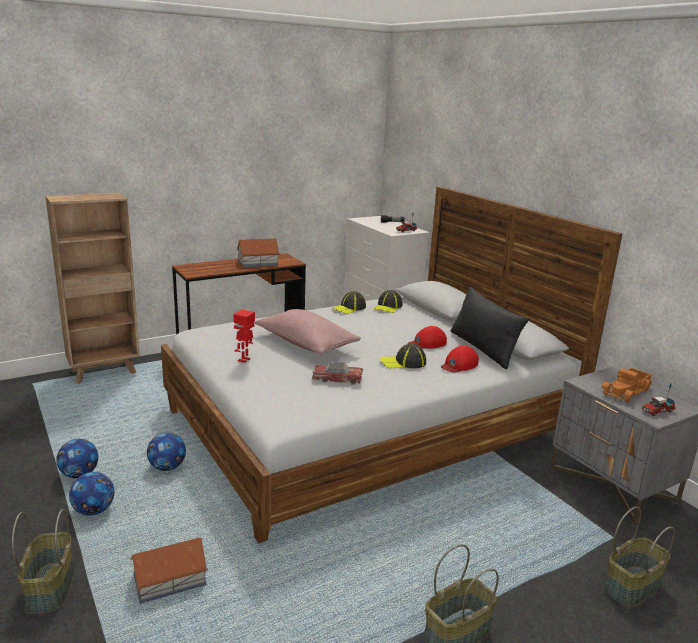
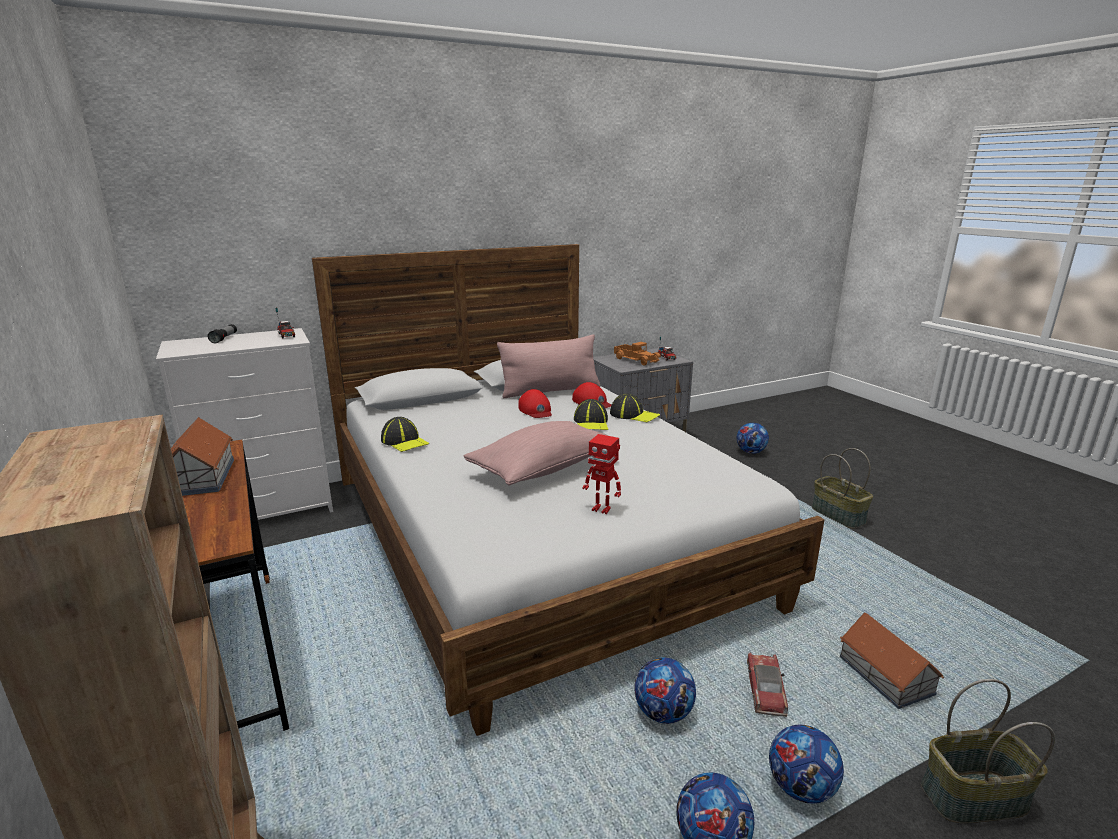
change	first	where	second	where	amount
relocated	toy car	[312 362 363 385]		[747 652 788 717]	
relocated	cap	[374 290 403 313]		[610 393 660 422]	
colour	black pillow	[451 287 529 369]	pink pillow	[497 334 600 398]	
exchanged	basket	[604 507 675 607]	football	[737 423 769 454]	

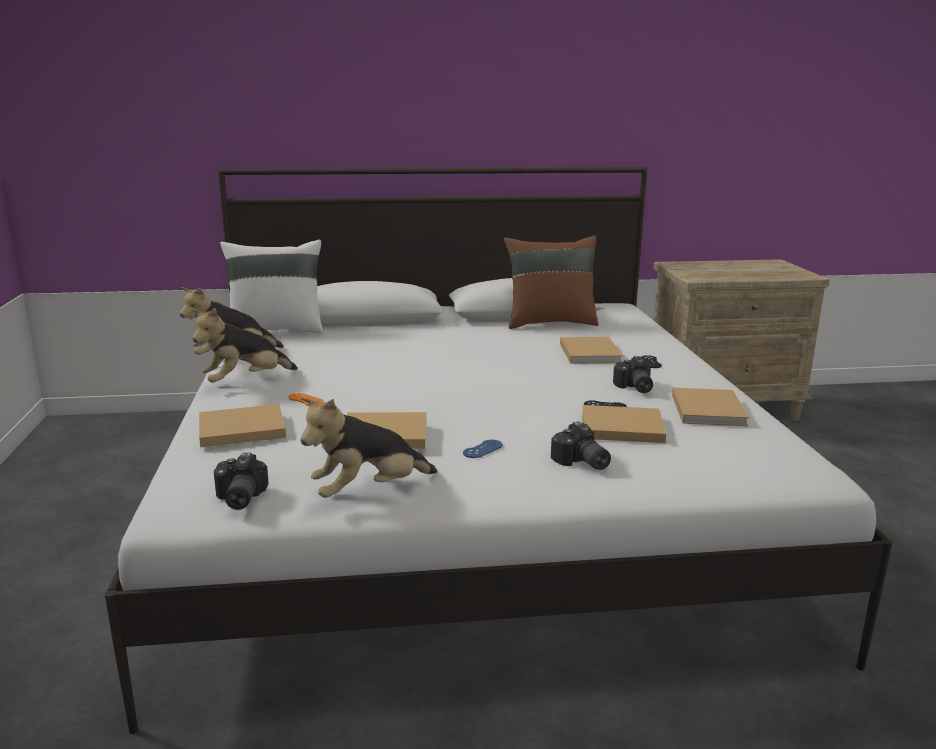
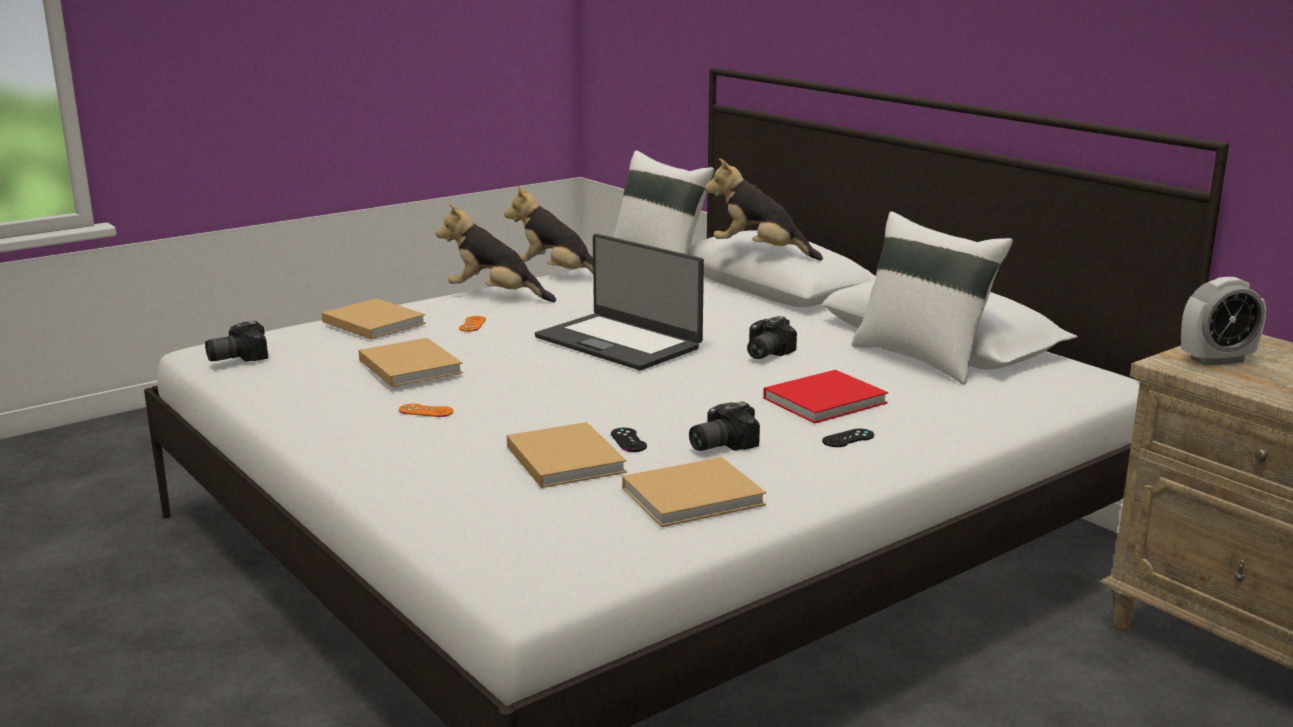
change	first	where	second	where	amount
relocated	plush toy	[300 397 437 498]		[705 158 823 261]	
colour	blue game controller	[463 440 503 458]	orange game controller	[399 404 453 417]	
colour	brown pillow	[504 236 599 329]	white pillow	[851 211 1013 385]	
relocated	photo camera	[551 421 611 470]		[747 316 797 359]	
colour	beige book	[560 337 623 364]	red book	[763 370 888 424]	
appeared			laptop	[535 234 704 370]	
appeared			alarm clock	[1181 277 1266 366]	

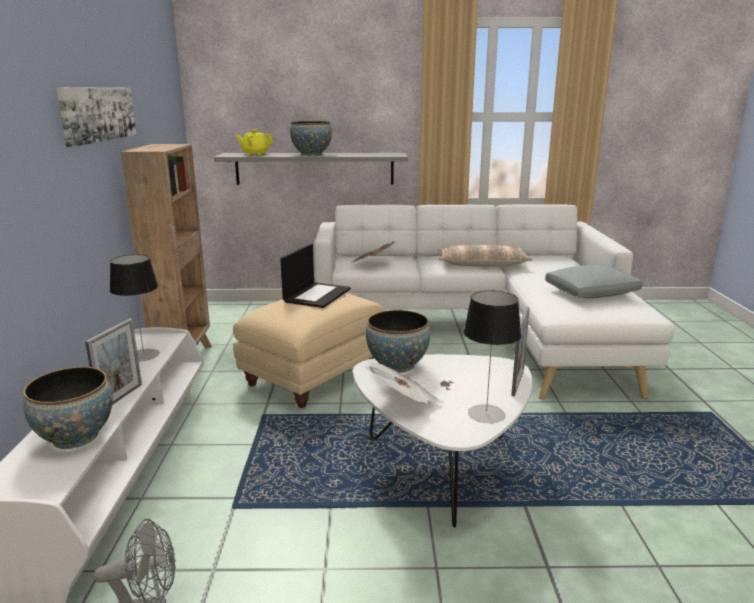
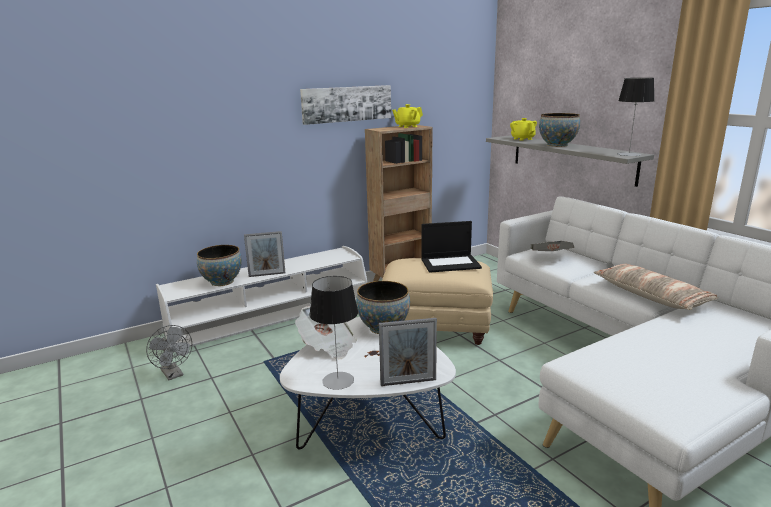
change	first	where	second	where	amount
relocated	table lamp	[110 254 160 361]		[618 78 654 156]	
missing	grey pillow	[545 265 643 298]			
appeared			yellow teapot	[392 104 423 128]	

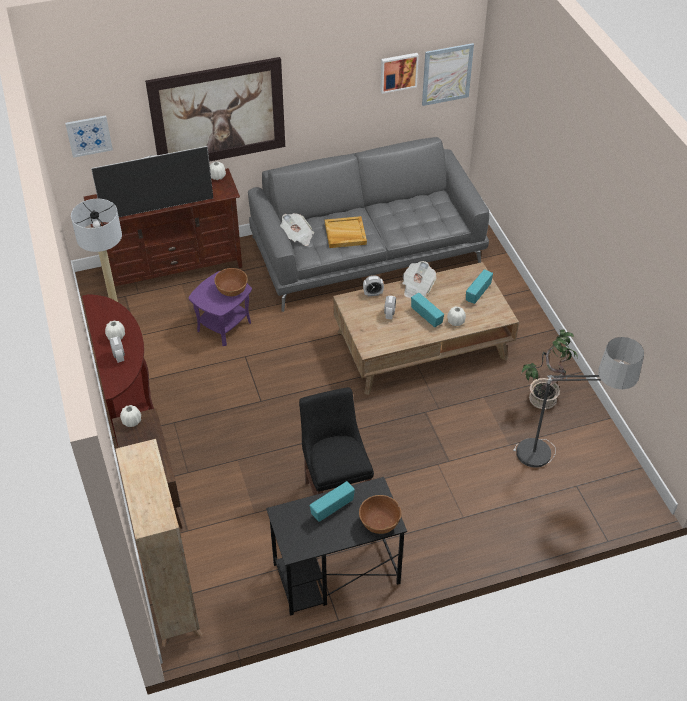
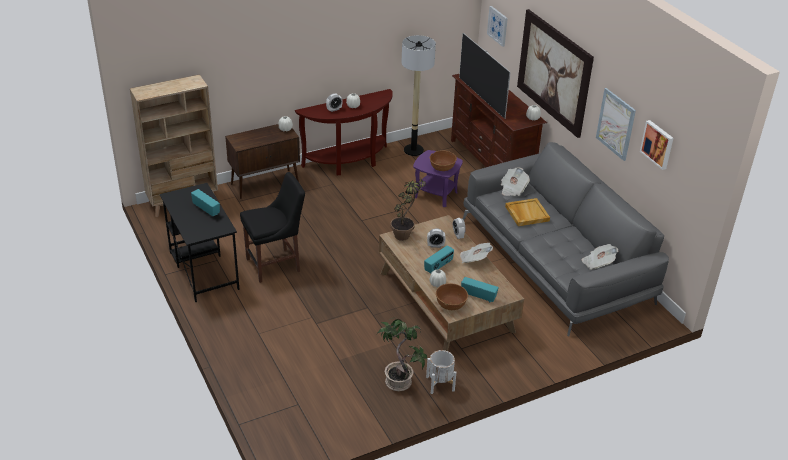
change	first	where	second	where	amount
relocated	brown bowl	[359 495 402 534]		[436 283 468 310]	
relocated	picture	[422 43 474 106]		[596 88 636 161]	
missing	floor lamp	[513 337 644 468]			
appeared			potted plant	[390 177 426 241]	
appeared			white planter	[426 350 457 394]	
appeared			newspaper	[581 244 618 270]	

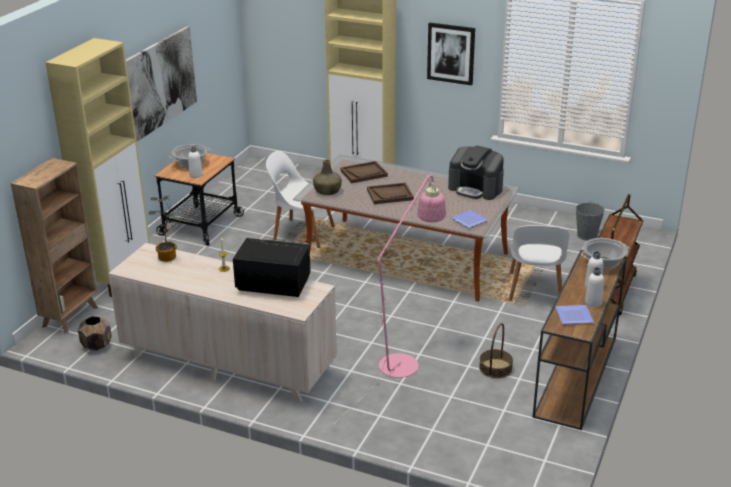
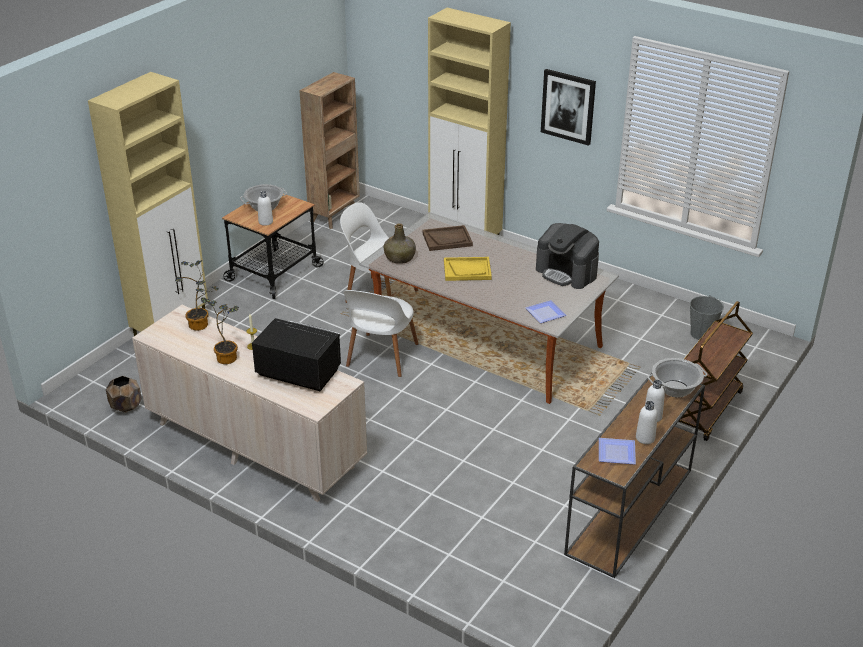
change	first	where	second	where	amount
relocated	brown bookcase	[11 158 98 334]		[299 72 360 229]	
missing	picture	[126 26 197 141]			
missing	pink floor lamp	[334 174 446 424]			
colour	brown tray	[367 182 414 204]	yellow tray	[444 257 492 281]	
missing	basket	[479 323 513 378]			
relocated	white chair	[509 225 569 301]		[344 290 419 377]	
appeared			potted plant	[201 297 239 364]	

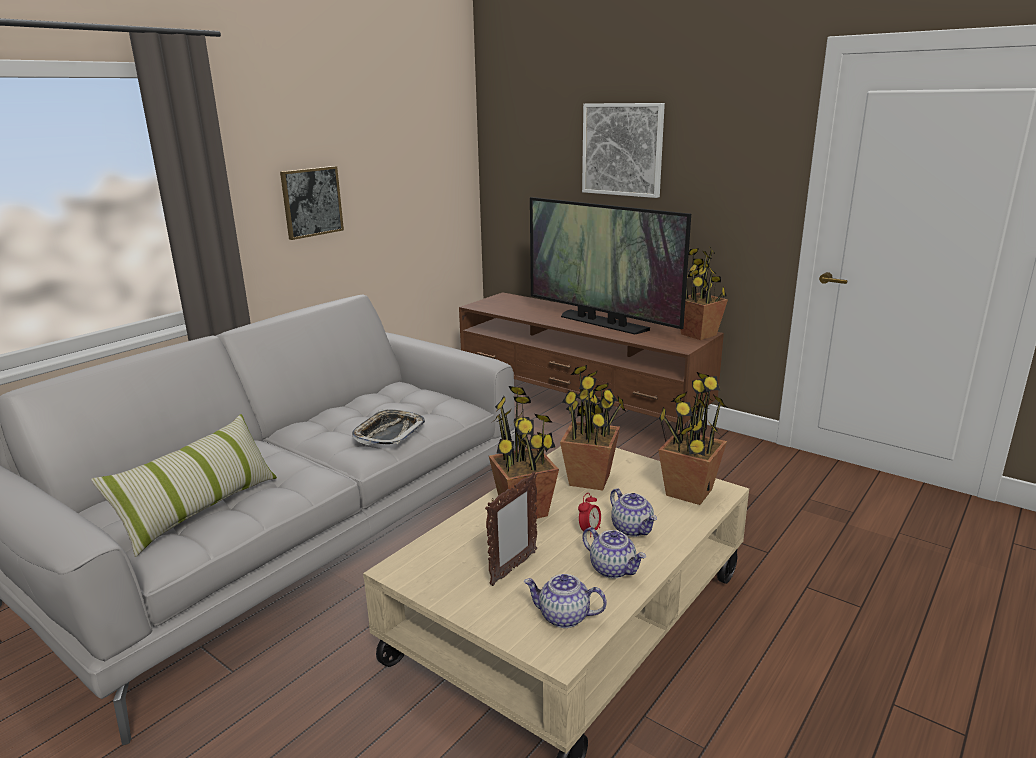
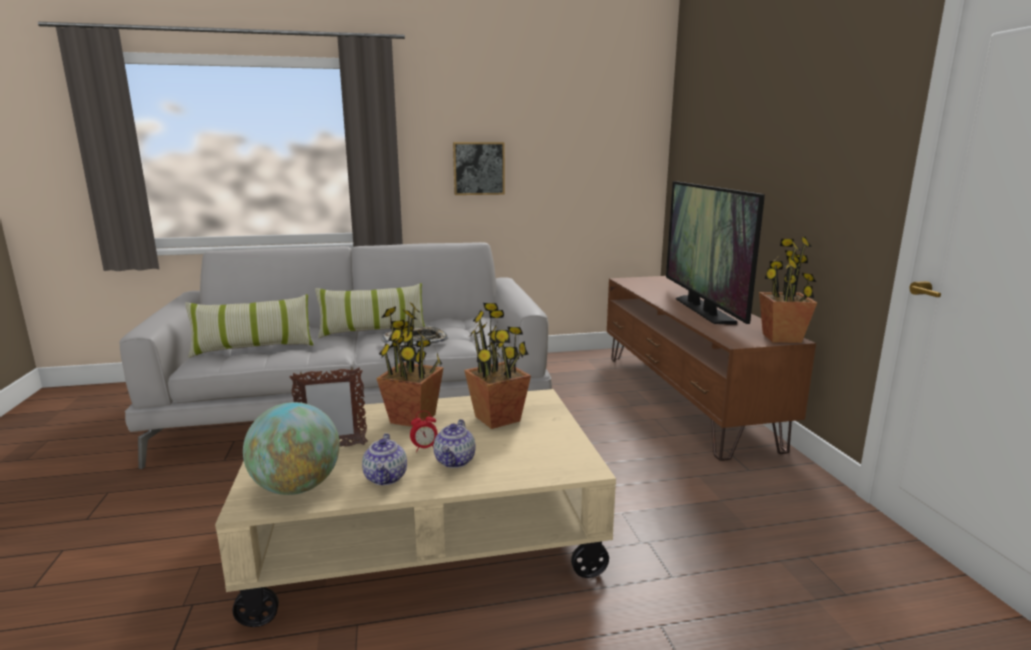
change	first	where	second	where	amount
exchanged	teapot	[523 574 607 628]	globe	[243 402 340 495]	
missing	picture	[582 103 665 198]			
missing	potted plant	[658 372 728 505]			
appeared			pillow	[315 283 425 338]	

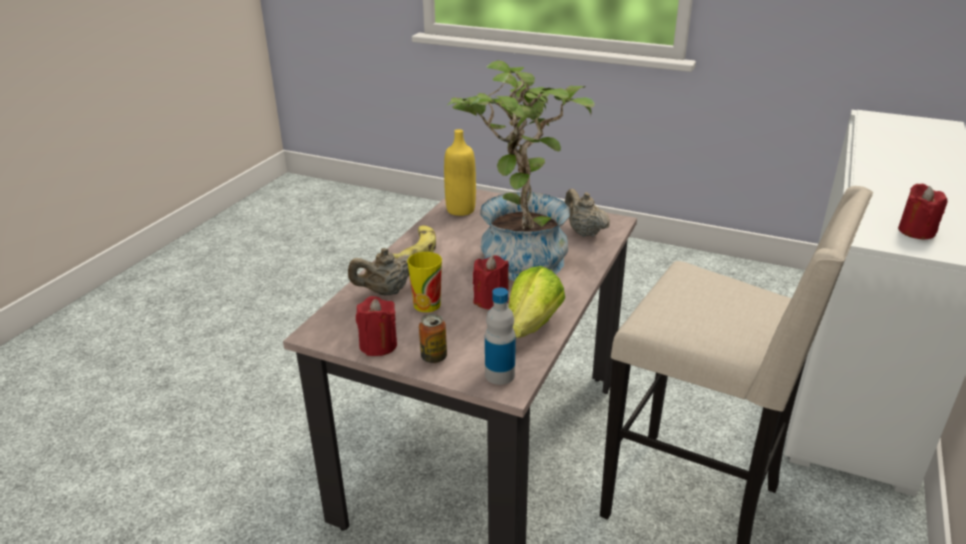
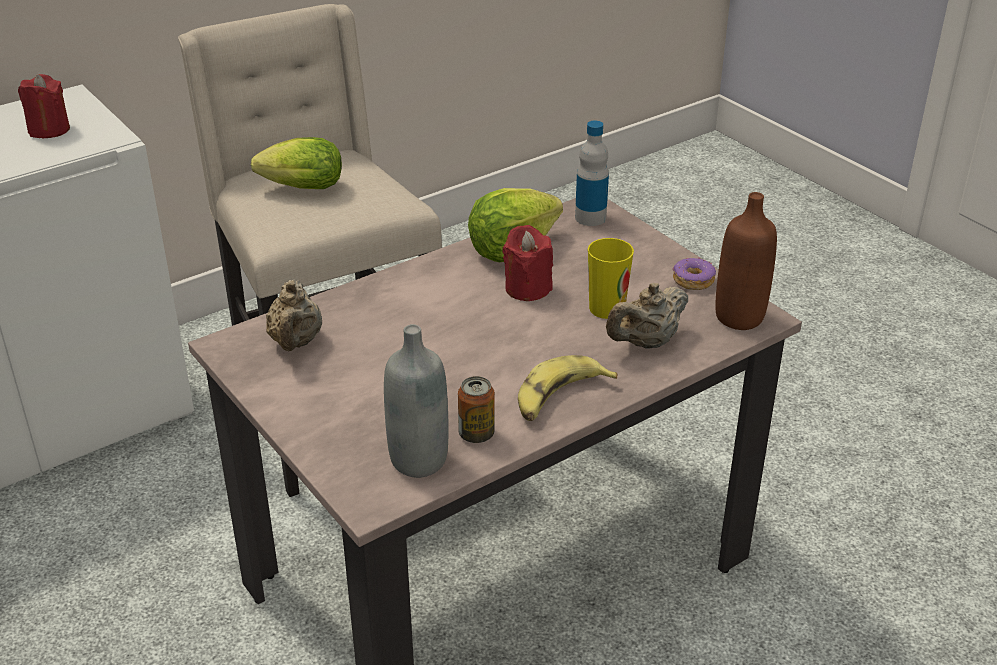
change	first	where	second	where	amount
spun	beige teapot	[348 248 411 295]		[606 283 688 349]	135 degrees clockwise
exchanged	red candle	[356 296 397 356]	donut	[673 257 716 290]	
relocated	can	[419 314 447 363]		[458 376 495 443]	
missing	potted plant	[444 60 595 281]			
colour	yellow bottle	[444 129 476 216]	grey bottle	[384 324 448 478]	
appeared			lettuce	[251 137 342 189]	
appeared			brown bottle	[715 192 777 330]	

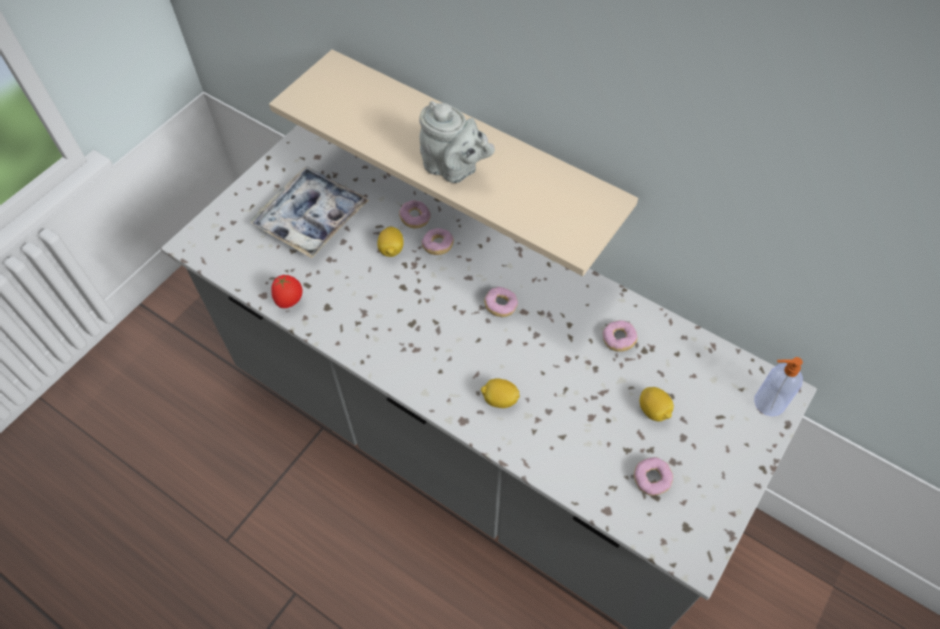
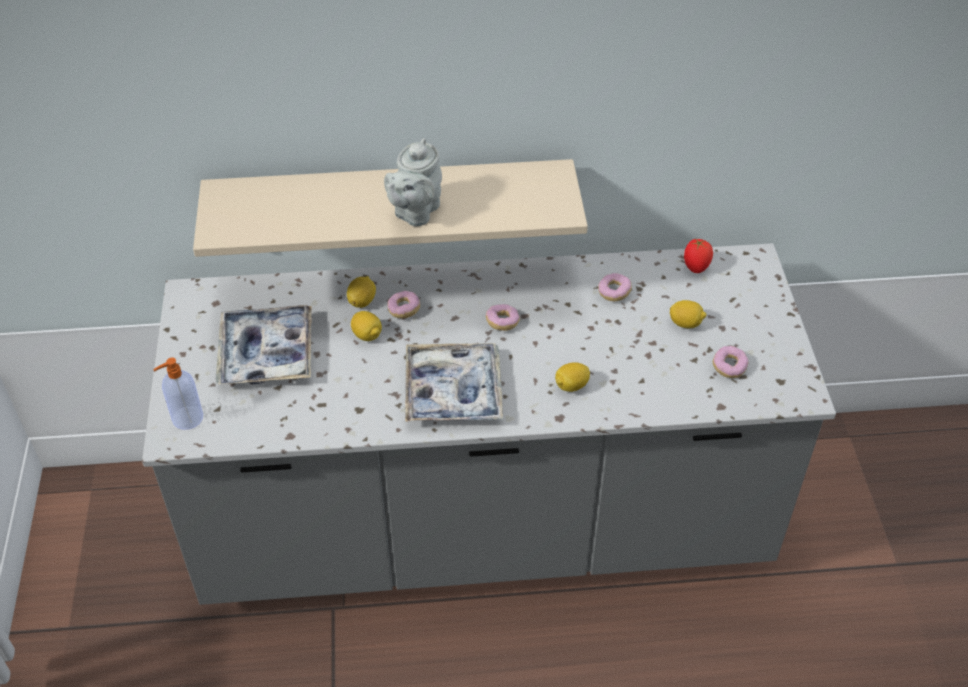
change	first	where	second	where	amount
relocated	tomato	[271 275 302 308]		[684 238 713 273]	
exchanged	donut	[399 200 431 229]	lemon	[347 276 376 308]	
spun	grey teapot	[419 101 495 183]		[384 138 442 226]	120 degrees clockwise
relocated	soap dispenser	[754 357 803 416]		[153 358 203 430]	
appeared			tray	[405 343 503 422]	

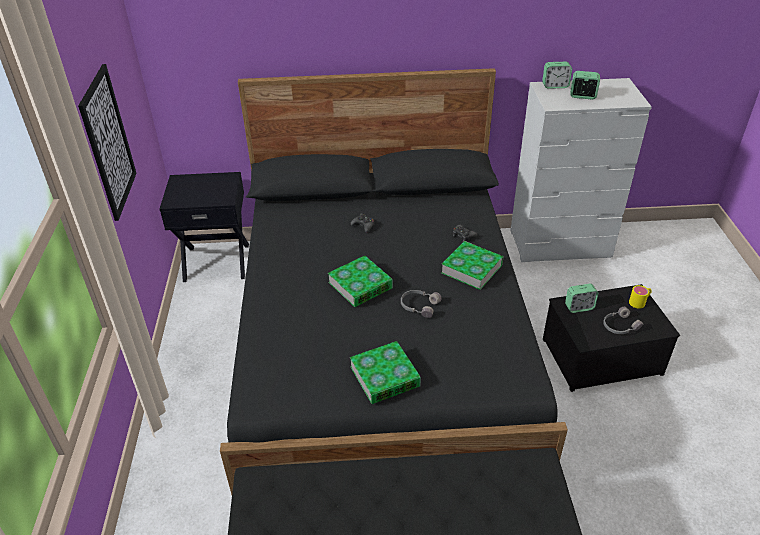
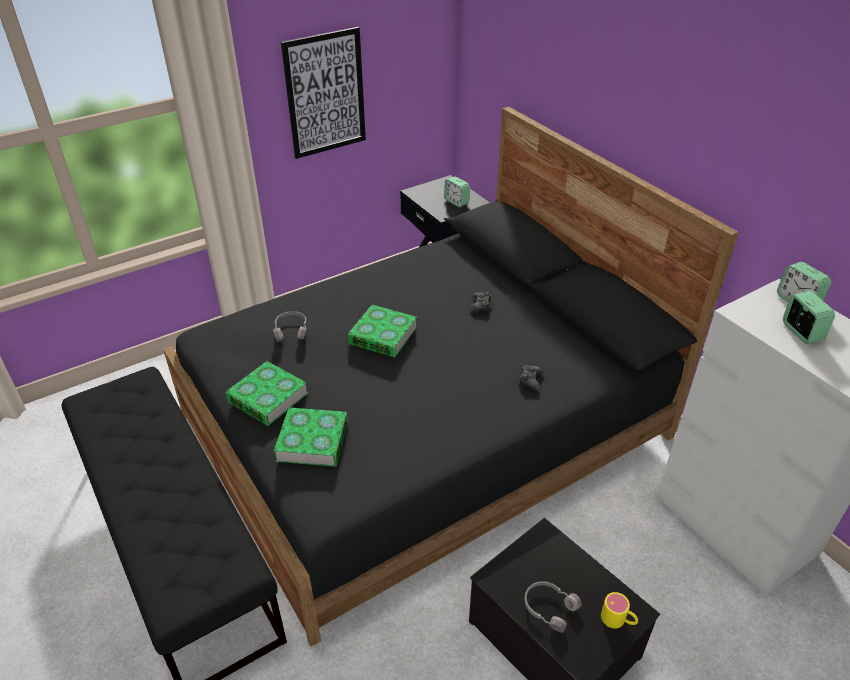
change	first	where	second	where	amount
relocated	grey headphones	[401 290 442 318]		[273 311 307 341]	
relocated	book	[441 241 504 290]		[274 407 348 467]	
relocated	alarm clock	[565 284 598 313]		[444 177 470 207]	

